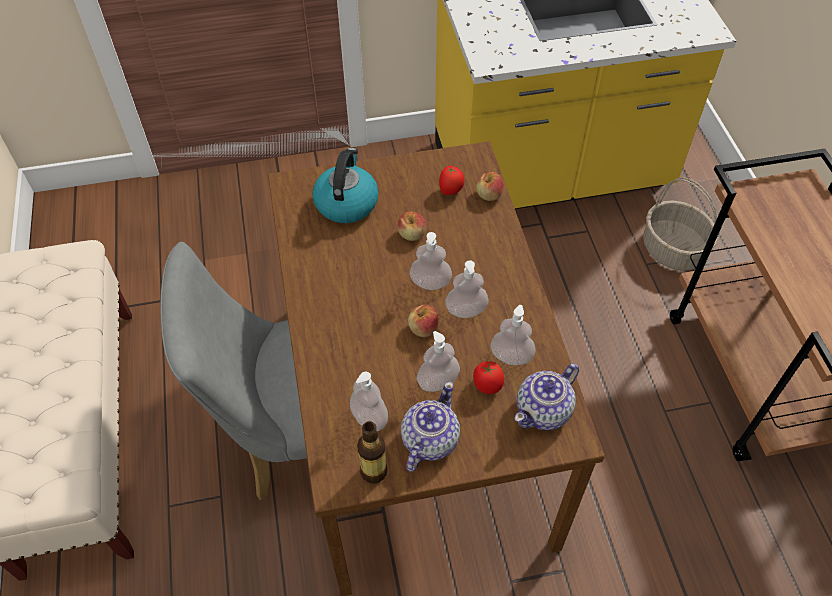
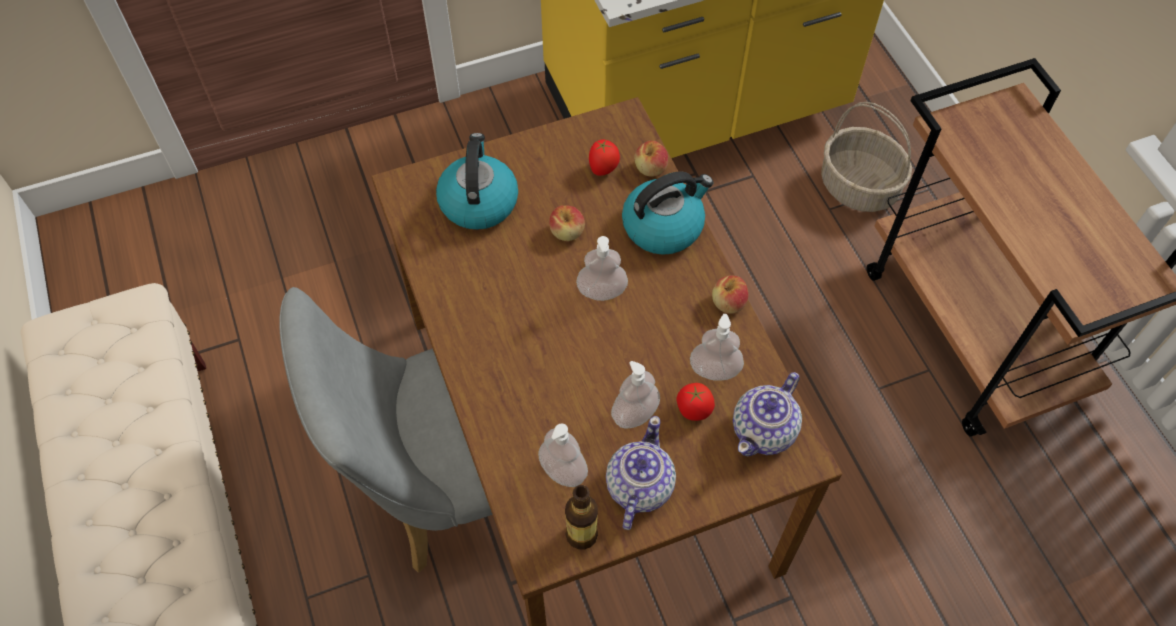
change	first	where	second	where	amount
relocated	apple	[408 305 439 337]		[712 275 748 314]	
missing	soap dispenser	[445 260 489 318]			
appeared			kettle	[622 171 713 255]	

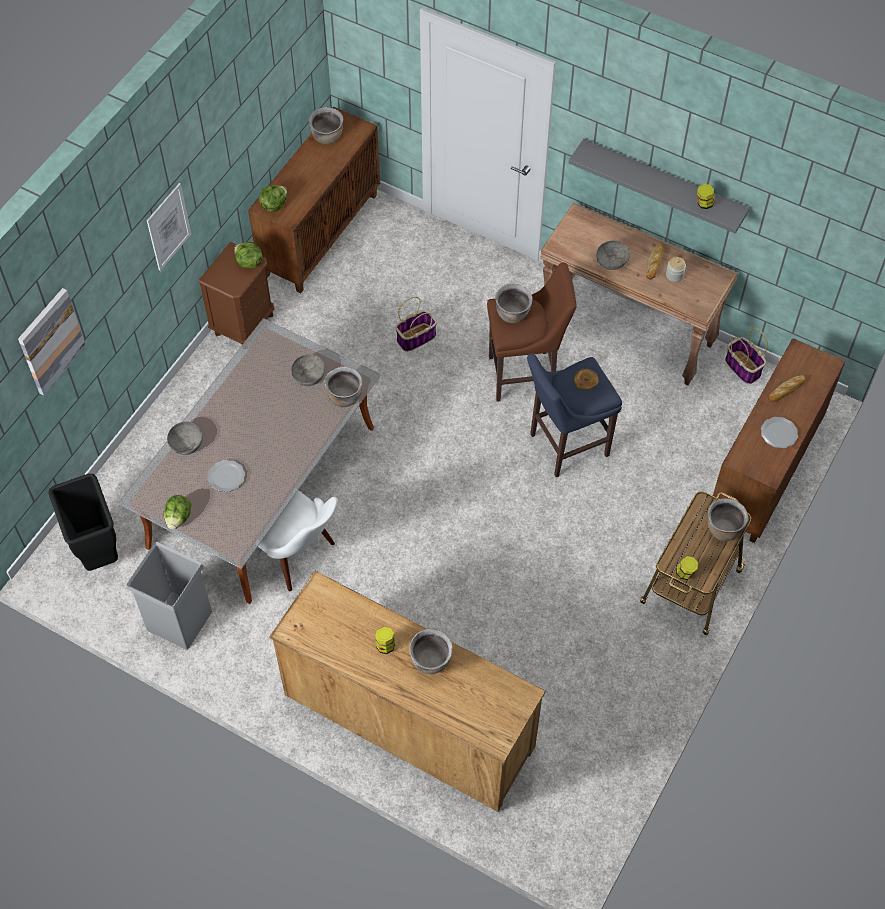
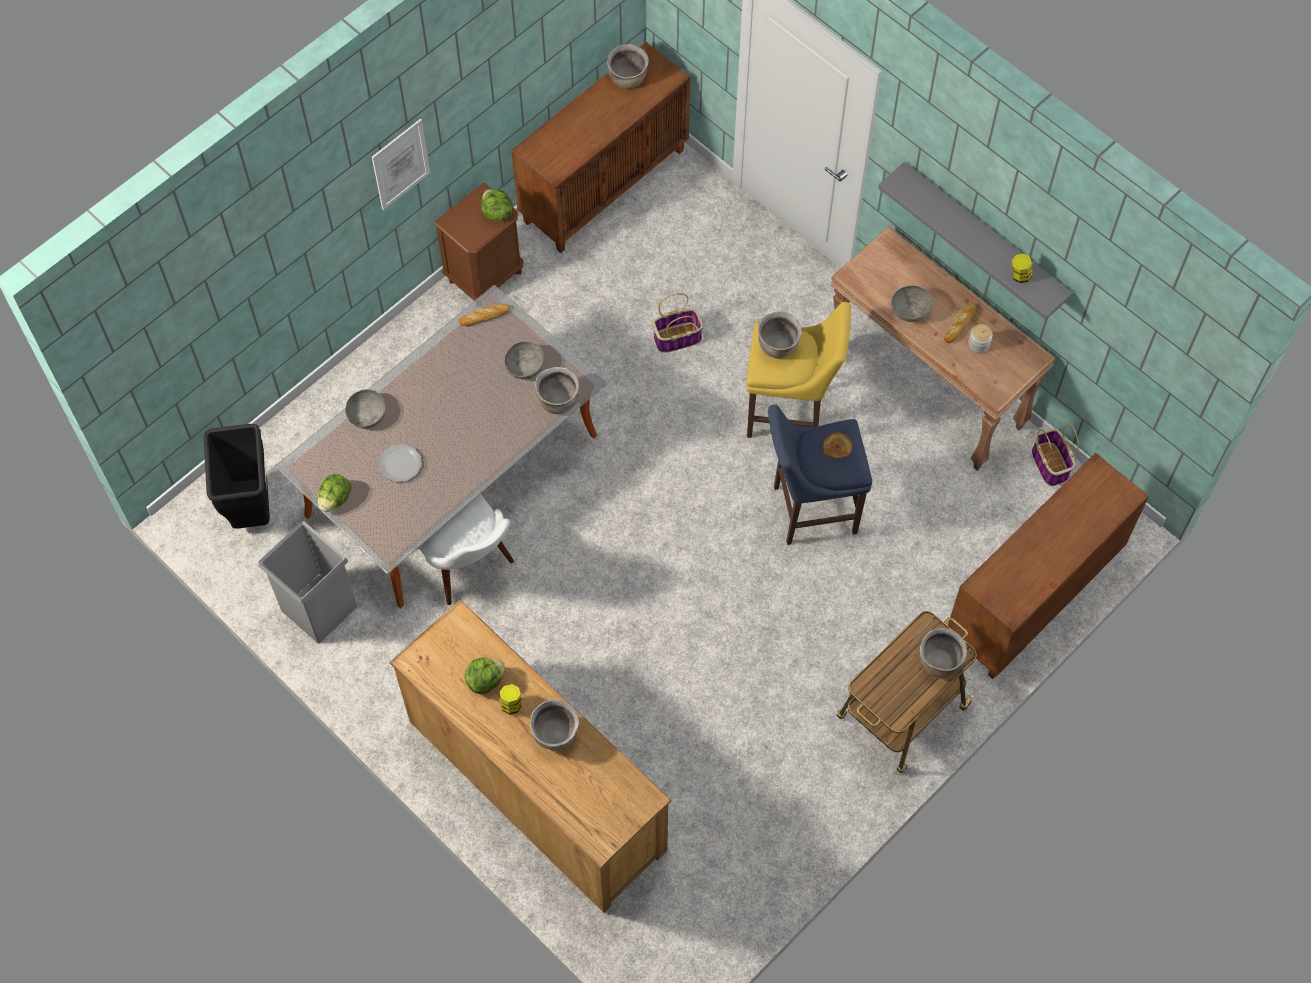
change	first	where	second	where	amount
missing	picture	[18 288 86 396]			
relocated	lettuce	[259 185 287 212]		[464 657 506 694]	
colour	brown stool	[487 263 576 402]	yellow stool	[746 302 851 438]	
missing	jar	[676 556 698 580]			
missing	plate	[761 417 798 448]			
relocated	bread	[768 375 805 402]		[459 304 510 326]	

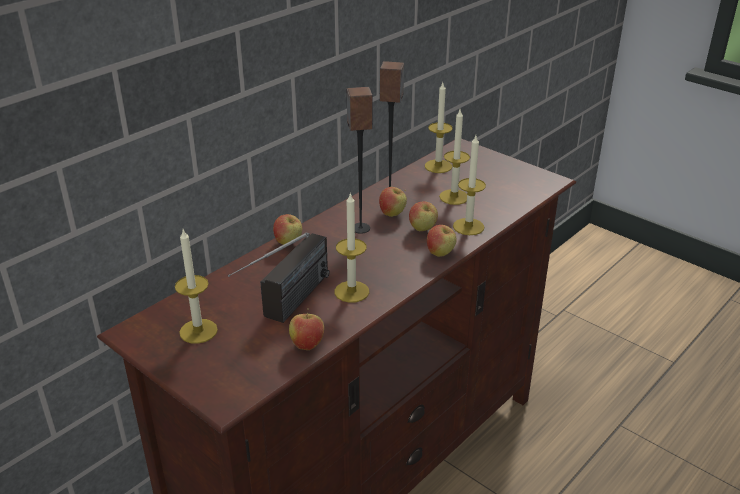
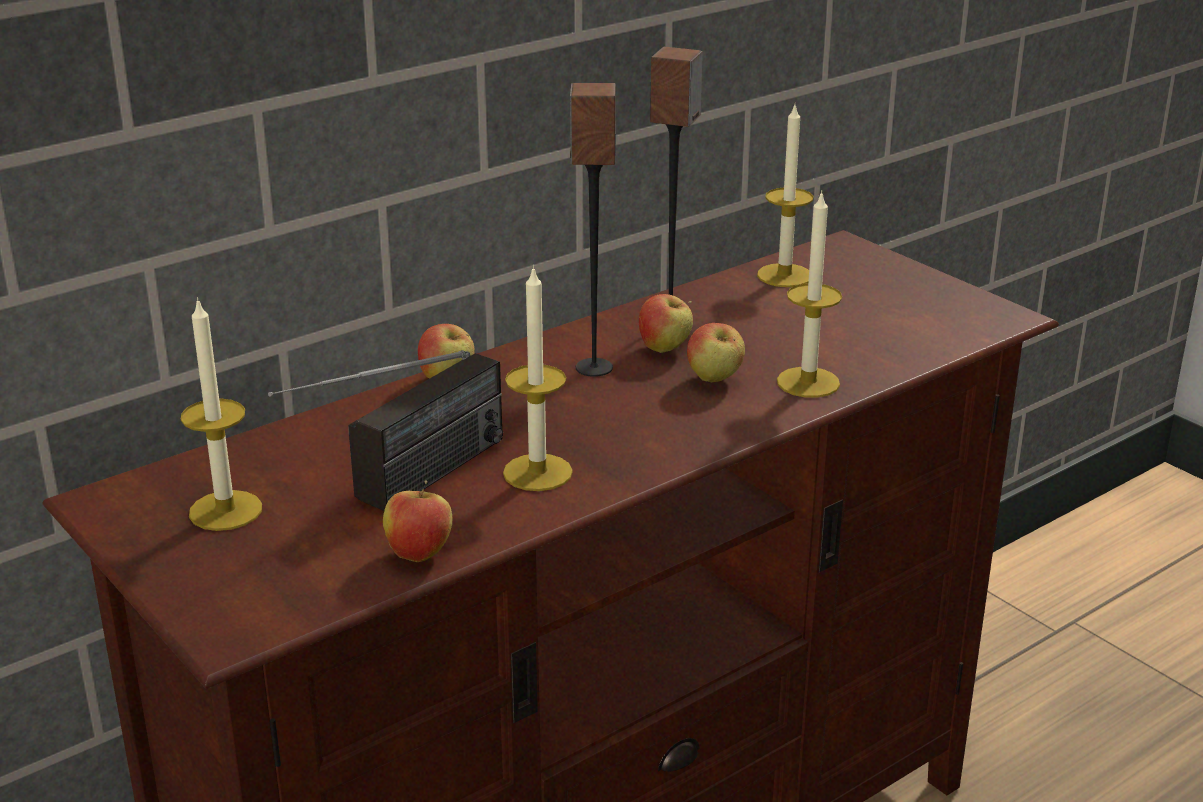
change	first	where	second	where	amount
missing	apple	[427 225 457 257]			
missing	candle	[439 110 470 205]			

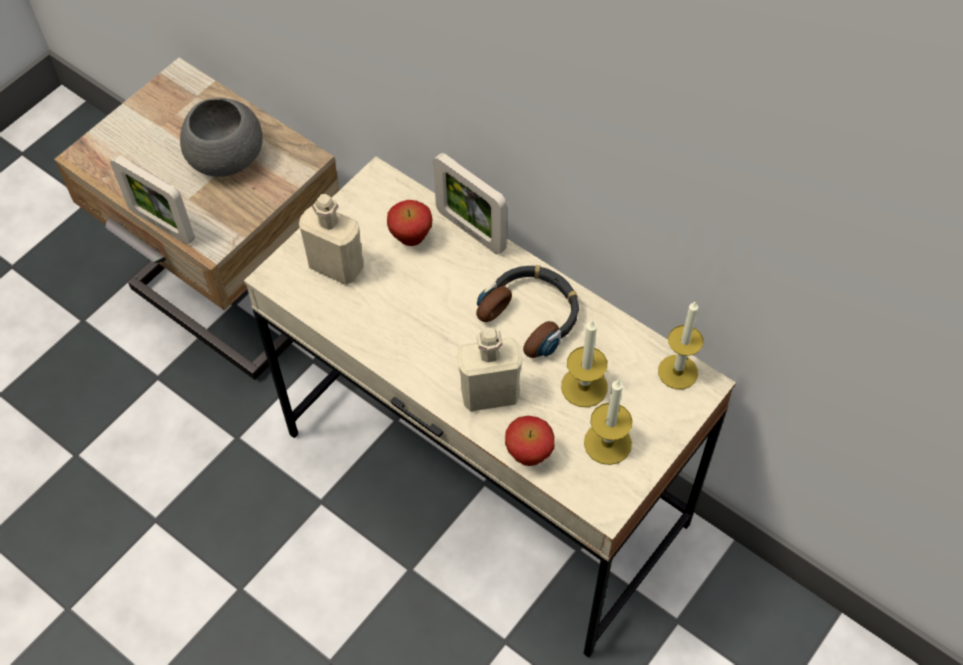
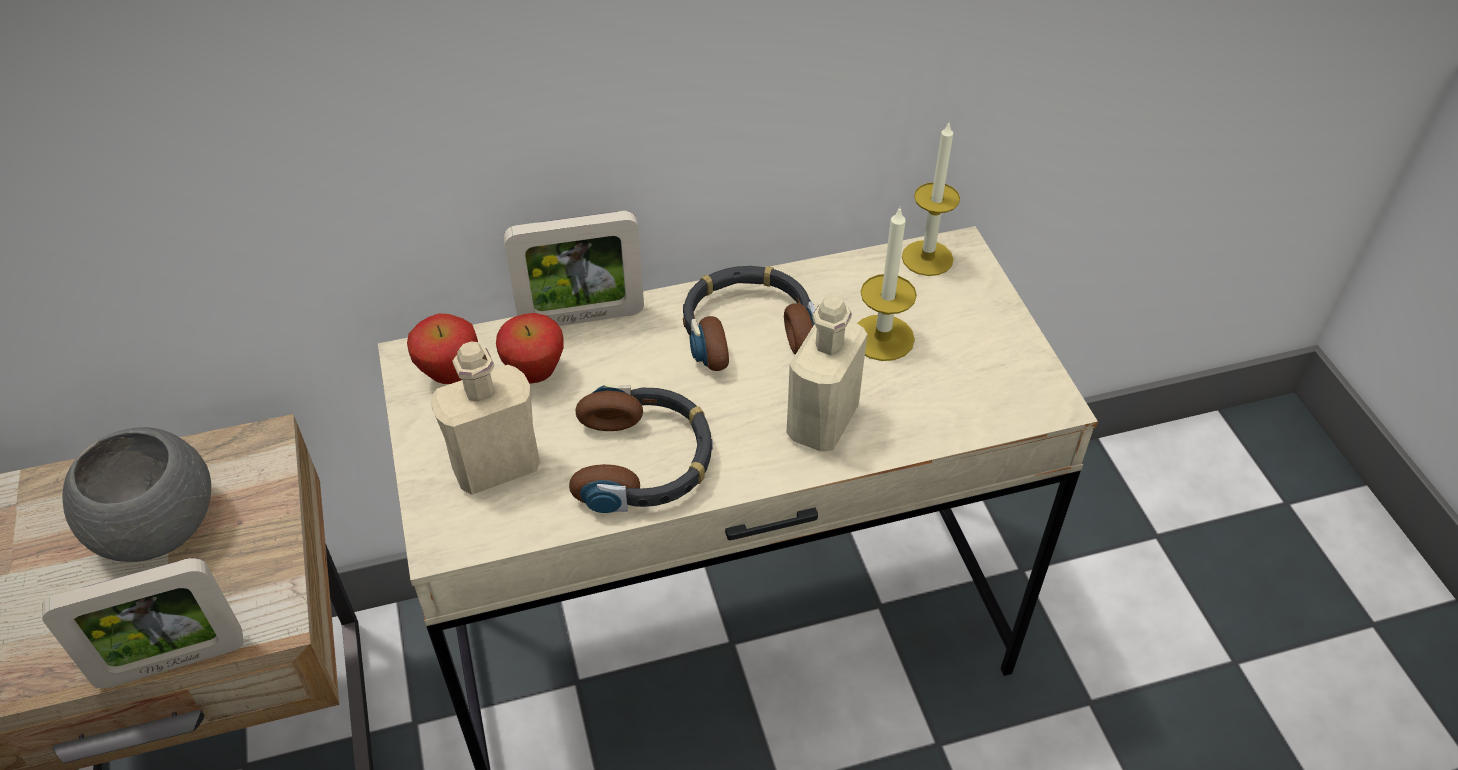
change	first	where	second	where	amount
relocated	apple	[505 416 555 466]		[407 313 478 384]	
missing	candle	[584 379 633 465]			
appeared			headphones	[569 384 713 513]	

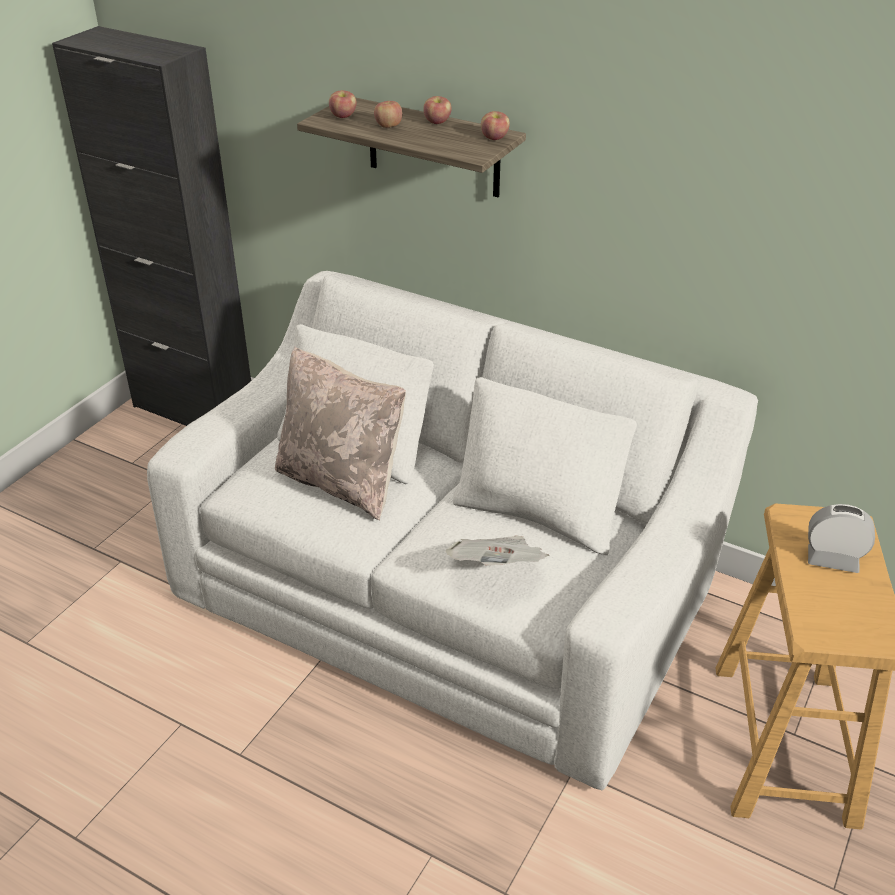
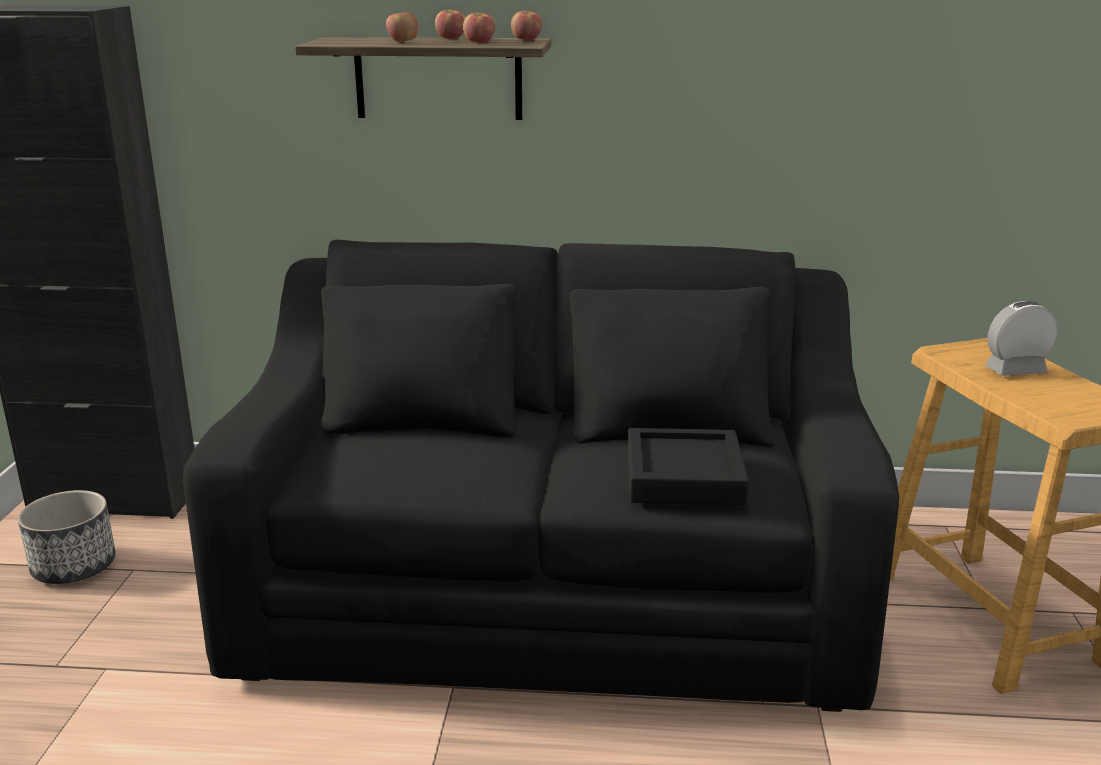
change	first	where	second	where	amount
colour	white sofa	[147 271 758 790]	black sofa	[183 240 899 712]	
missing	beige pillow	[275 346 406 520]			
relocated	apple	[329 90 357 118]		[463 13 495 43]	
exchanged	newspaper	[445 535 550 566]	black tray	[627 428 749 505]	
appeared			planter	[18 490 116 584]	

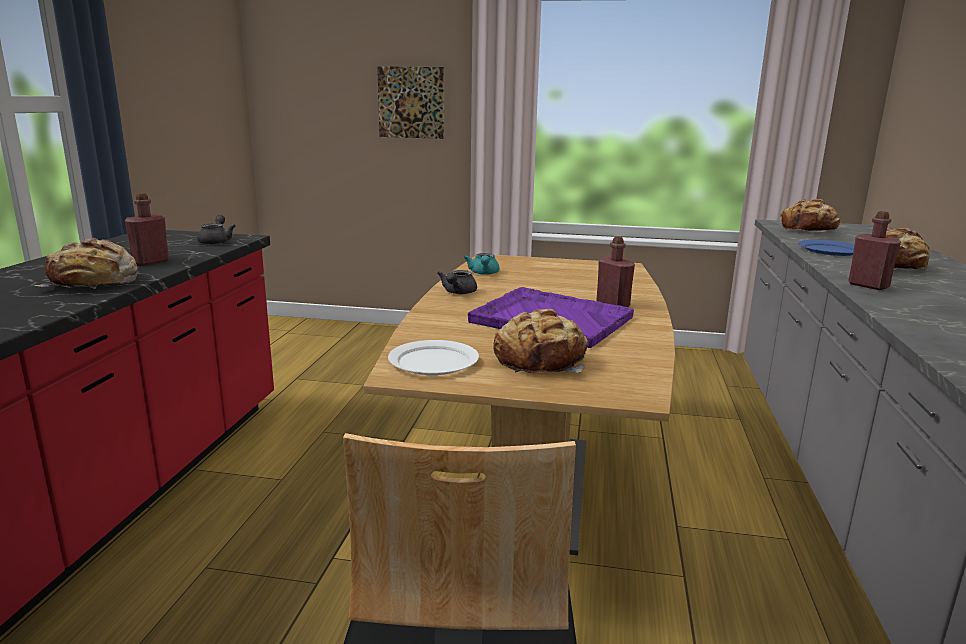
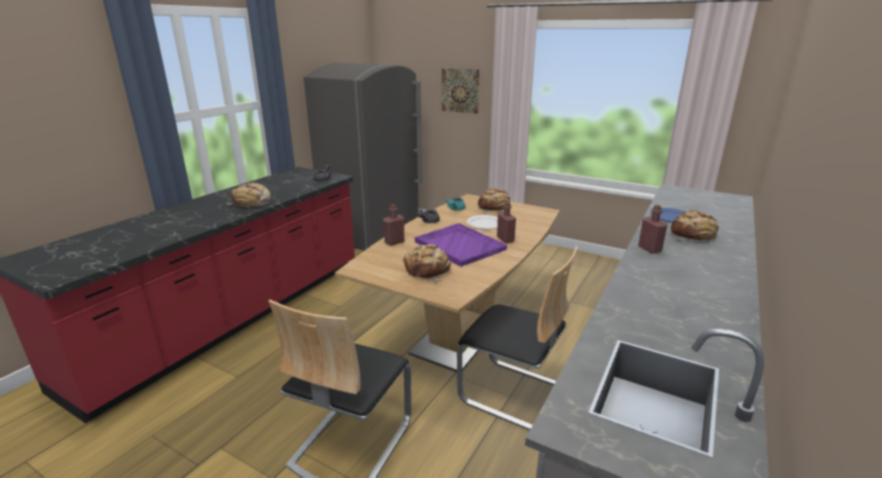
change	first	where	second	where	amount
relocated	red bottle	[125 193 169 266]		[383 204 404 246]	
relocated	white plate	[388 340 479 375]		[467 215 498 230]	
relocated	bread	[780 199 840 232]		[478 188 510 212]	
appeared			grey fridge	[304 63 422 251]	
appeared			chair	[457 246 578 431]	

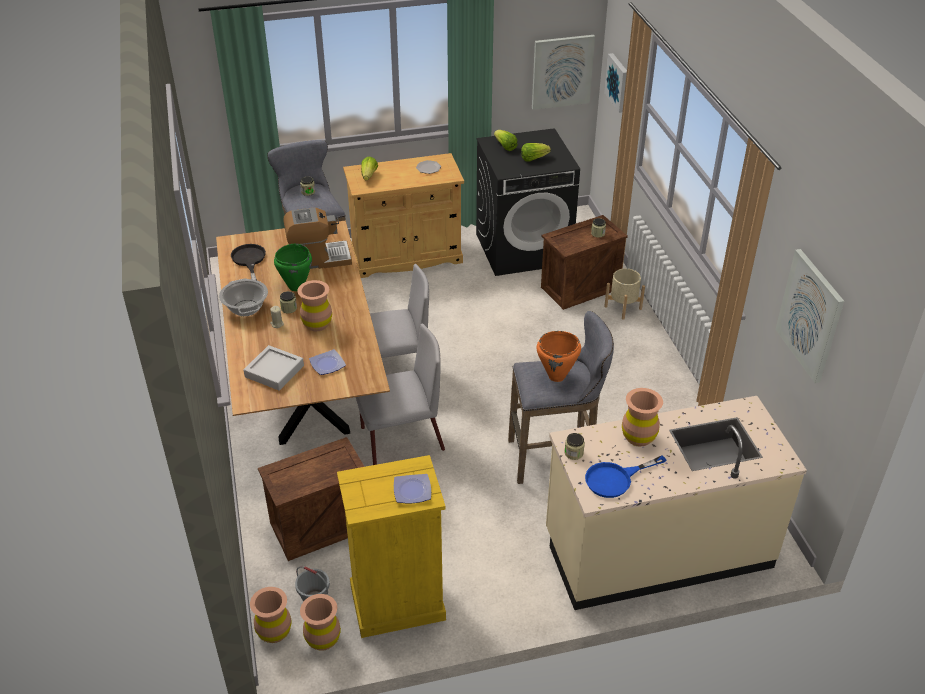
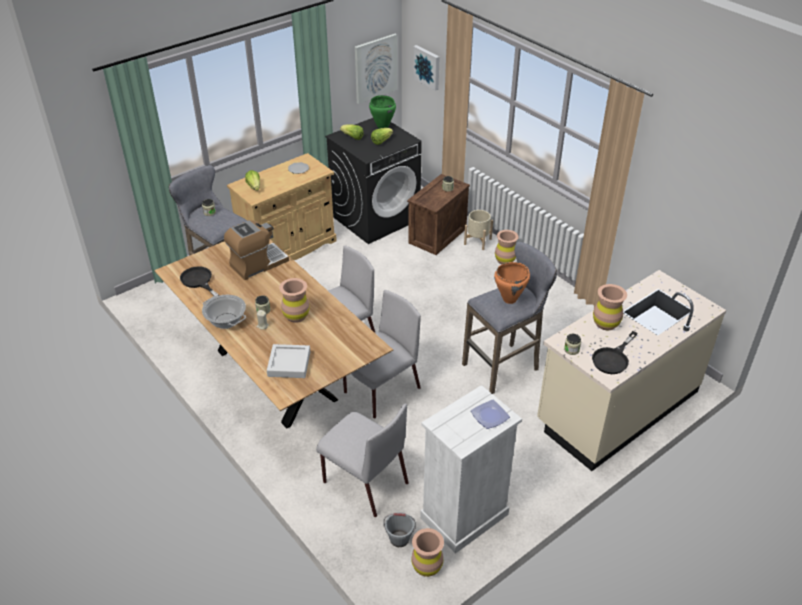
change	first	where	second	where	amount
relocated	brown vase	[250 587 292 643]		[495 230 519 264]	
exchanged	crate	[258 437 365 561]	grey chair	[316 403 409 517]	
relocated	green cooking pot	[274 244 312 291]		[369 95 396 129]	
missing	plate	[309 349 346 375]			
colour	yellow dresser	[337 455 446 638]	white dresser	[420 385 522 554]	
colour	blue frying pan	[585 455 666 498]	black frying pan	[592 331 638 374]	
missing	picture	[775 249 844 383]			

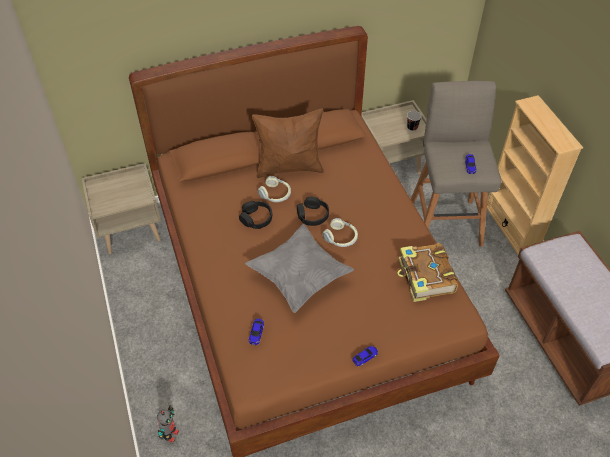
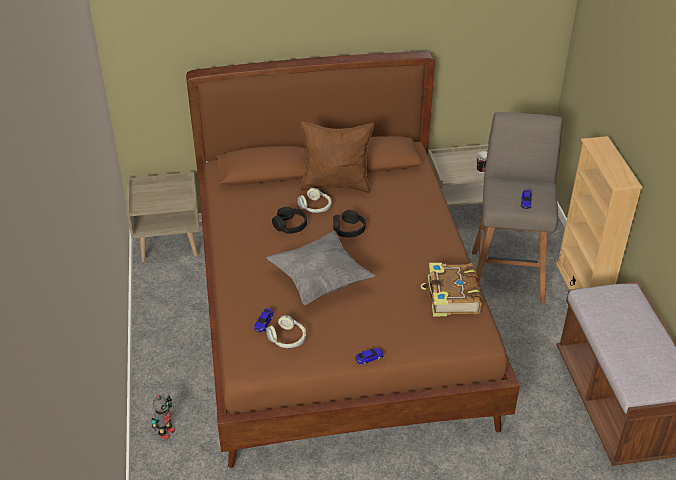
change	first	where	second	where	amount
relocated	headphones	[323 218 358 247]		[266 315 306 348]	

